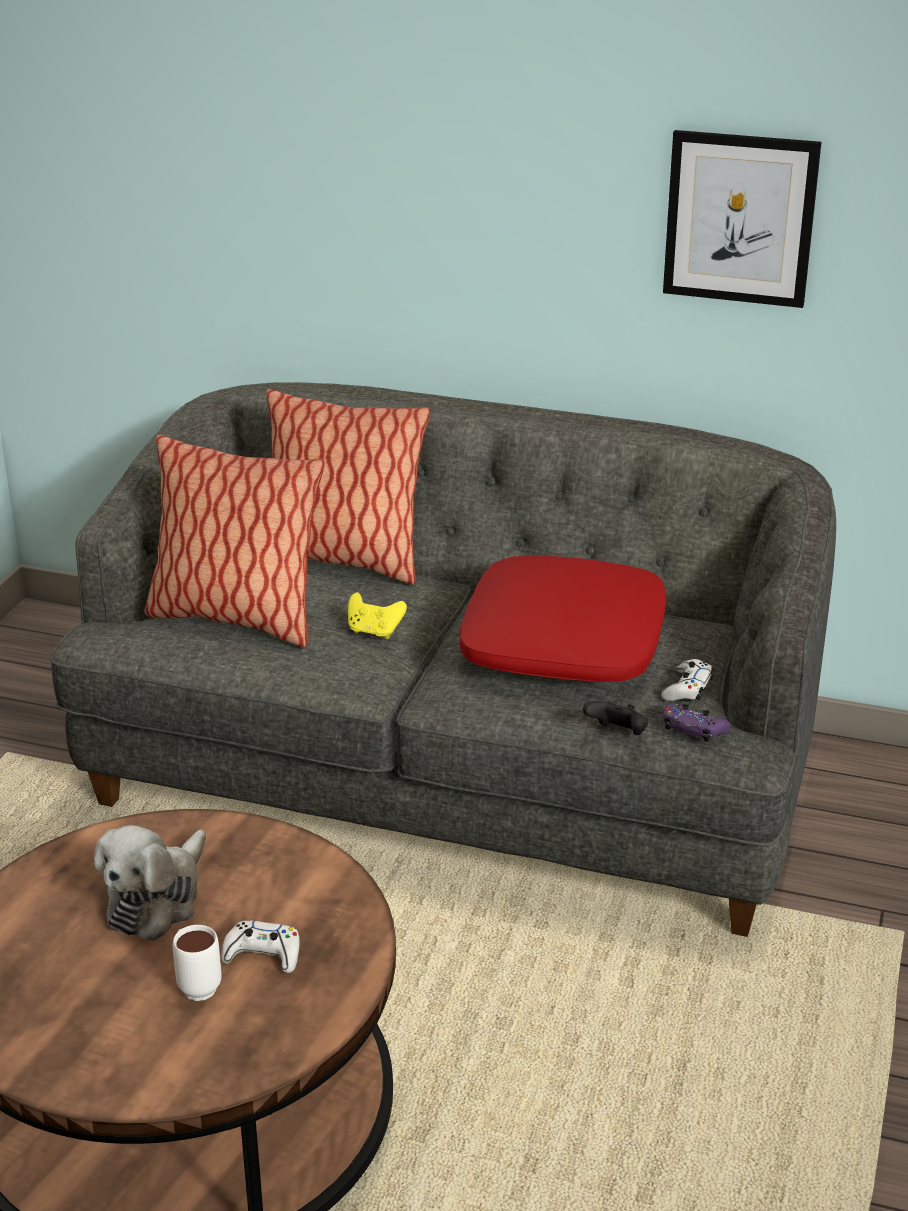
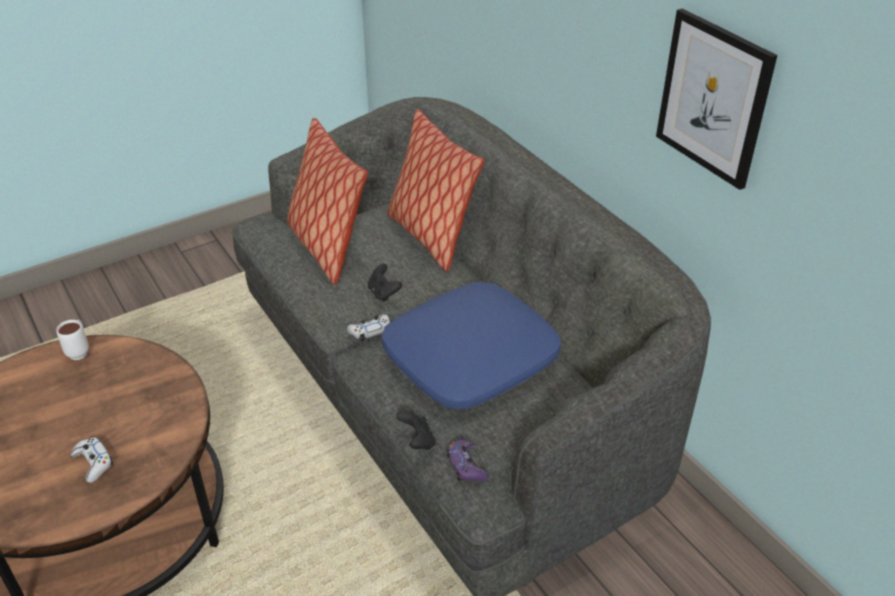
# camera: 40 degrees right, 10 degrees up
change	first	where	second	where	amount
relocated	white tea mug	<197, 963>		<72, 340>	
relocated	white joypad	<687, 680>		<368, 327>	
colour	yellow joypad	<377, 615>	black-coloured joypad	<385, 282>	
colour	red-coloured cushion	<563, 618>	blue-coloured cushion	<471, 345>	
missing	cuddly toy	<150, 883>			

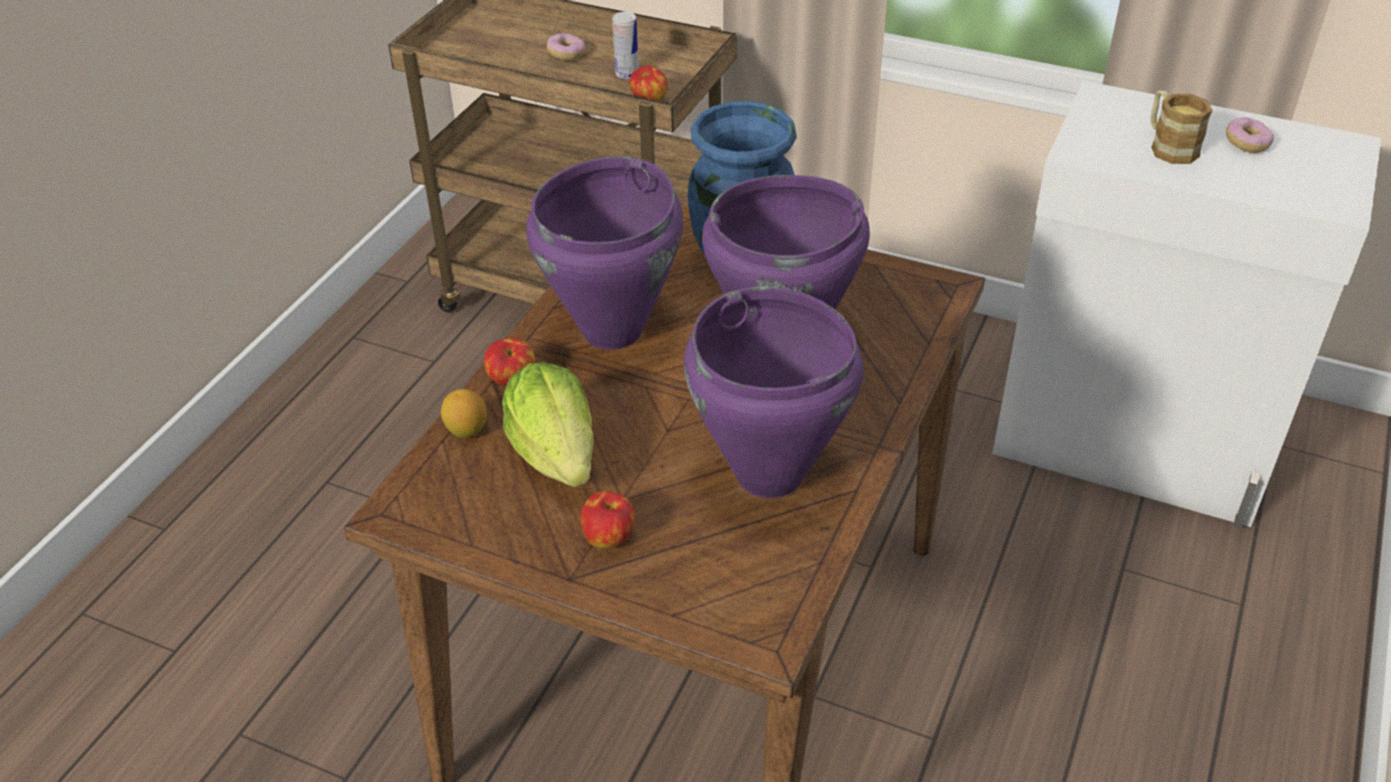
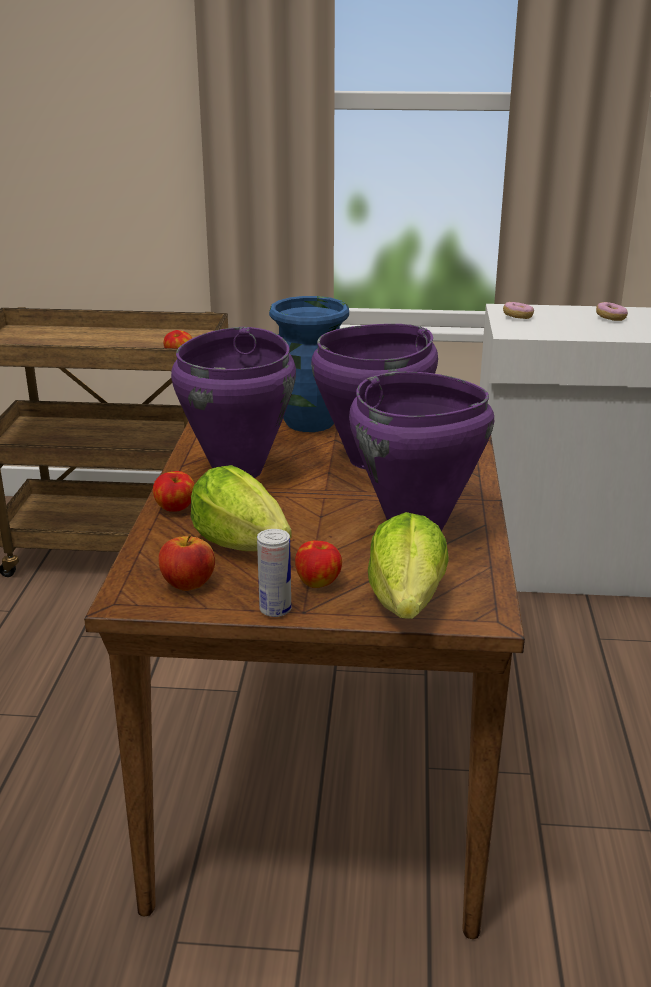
# camera: 20 degrees left, 15 degrees down
change	first	where	second	where	amount
appeared			apple	<186, 562>	
relocated	can	<625, 45>		<274, 573>	
appeared			lettuce head	<408, 565>	
relocated	donut	<566, 46>		<518, 310>	
missing	whole lemon	<464, 413>			
missing	tea mug	<1181, 127>			

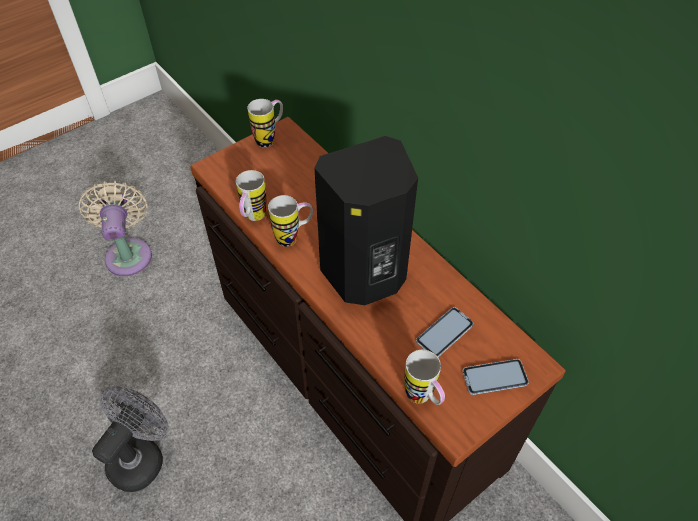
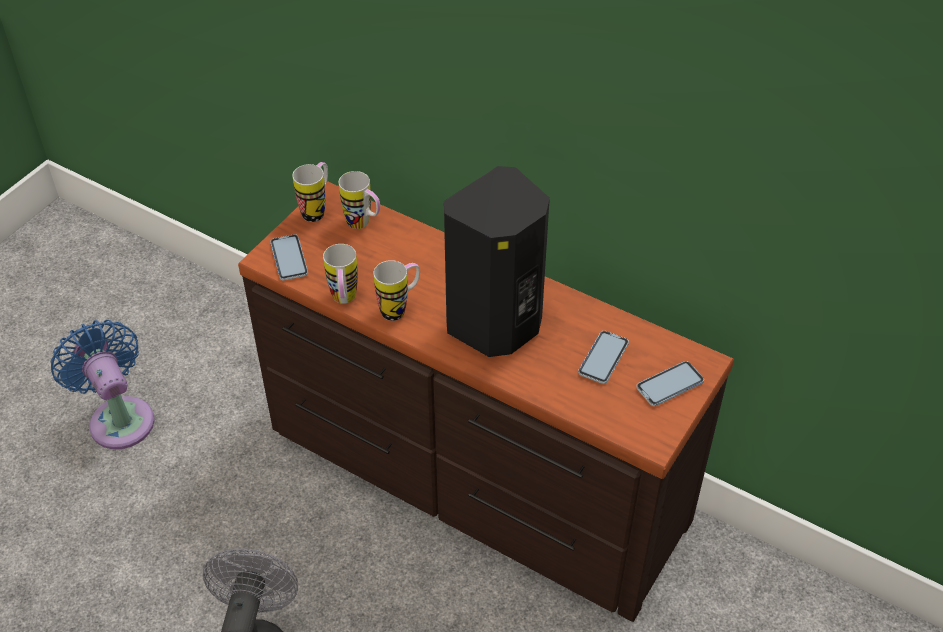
# camera: 20 degrees left, 5 degrees down
change	first	where	second	where	amount
colour	sand-coloured electric fan	<115, 228>	blue-coloured electric fan	<102, 384>	
appeared			handset	<289, 257>	
relocated	tea mug	<424, 377>		<359, 200>	

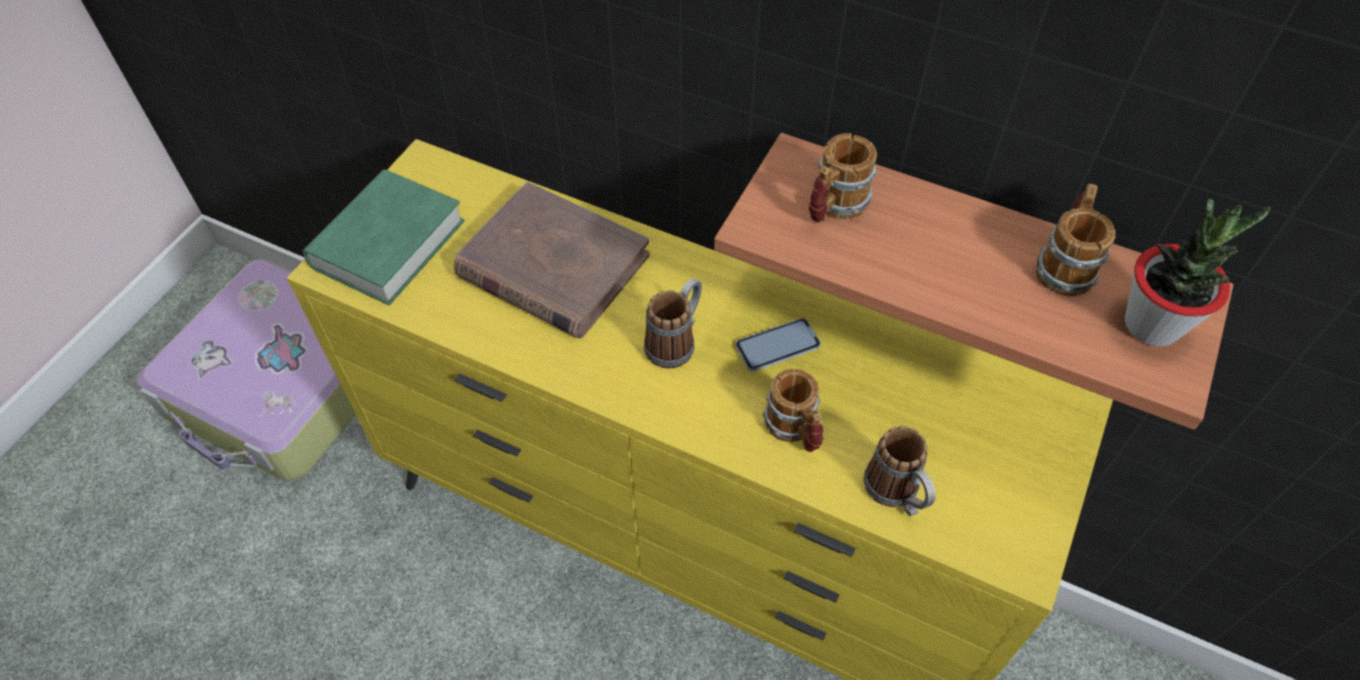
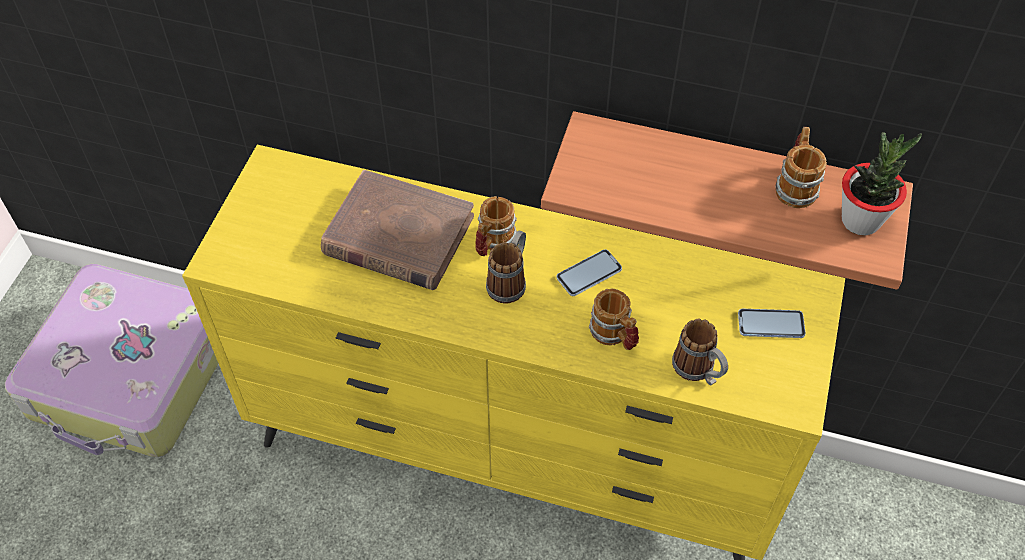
# camera: 10 degrees left, 0 degrees up
change	first	where	second	where	amount
relocated	tea mug	<843, 178>		<496, 226>	
appeared			handset	<772, 323>	
missing	green bound book	<384, 237>			

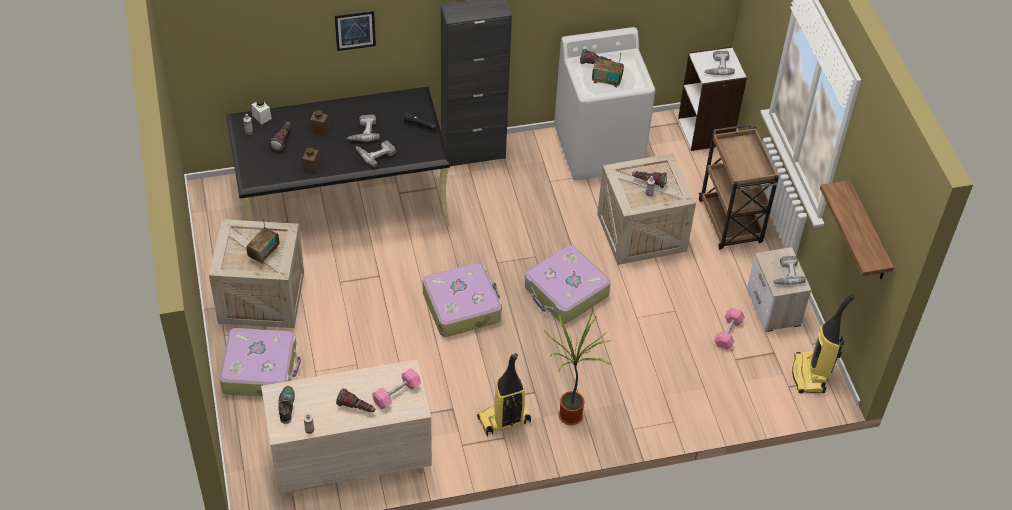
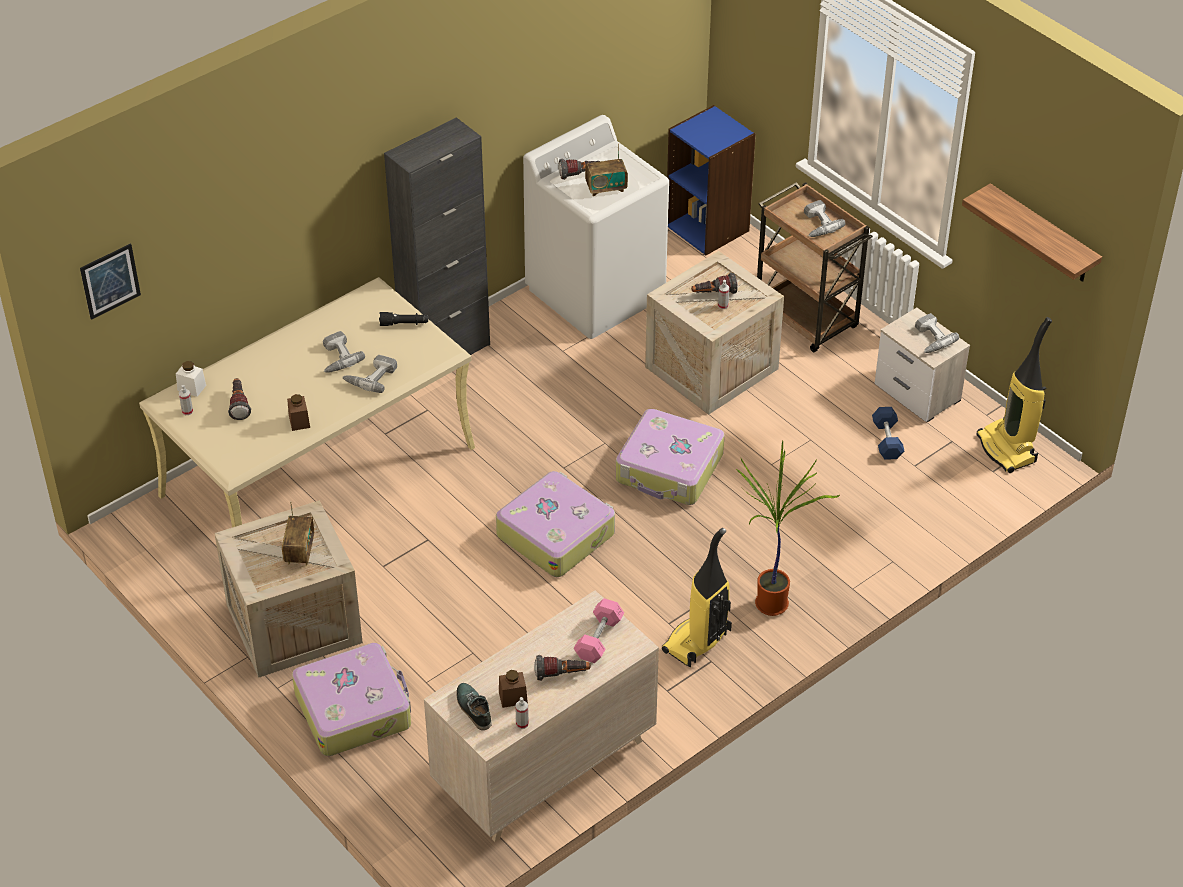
# camera: 25 degrees left, 5 degrees down
change	first	where	second	where	amount
relocated	wall picture	<355, 31>		<110, 281>	
colour	black-coloured desk unit	<338, 156>	sand-coloured desk unit	<307, 402>	
relocated	brown-coloured jar	<319, 122>		<513, 689>	
colour	white bookcase	<712, 99>	blue-coloured bookcase	<711, 180>	
relocated	drill	<719, 63>		<825, 218>	
colour	pink-coloured free weight	<729, 329>	blue-coloured free weight	<888, 433>	

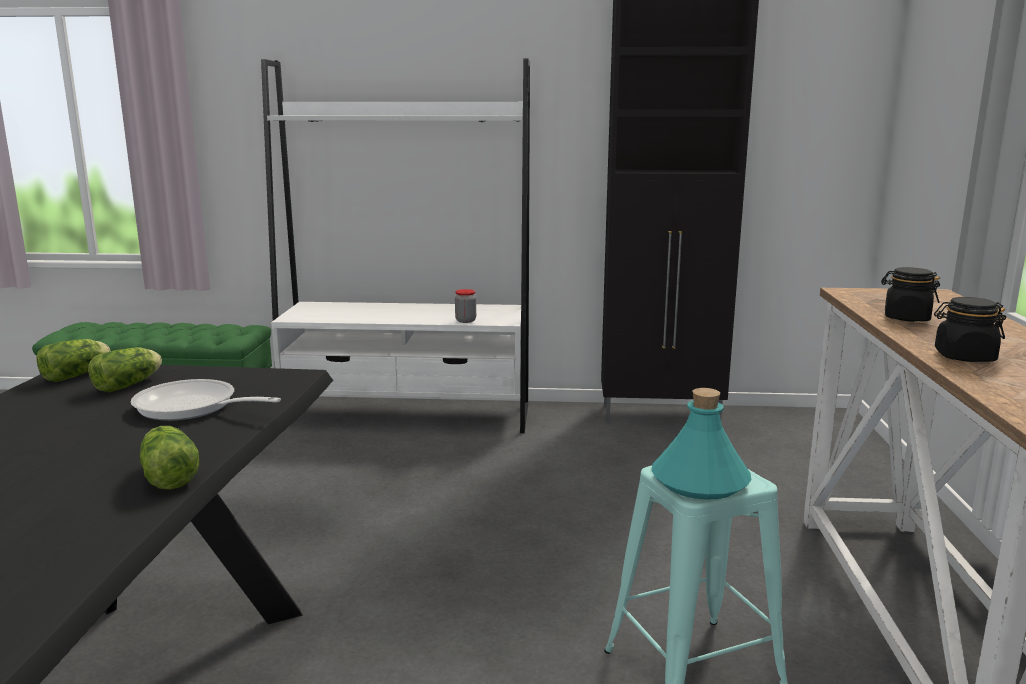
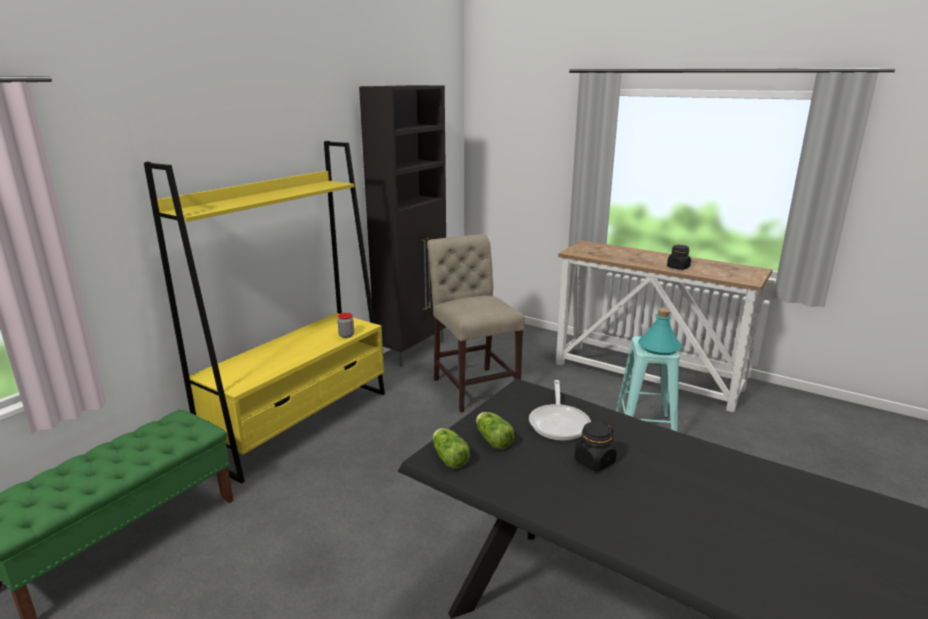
# camera: 60 degrees left, 5 degrees up
change	first	where	second	where	amount
colour	white bookcase	<395, 245>	yellow bookcase	<264, 312>	
appeared			sand-coloured chair	<476, 323>	
spun	frying pan	<206, 400>		<560, 410>	45 degrees counterclockwise
relocated	black-coloured jar	<910, 294>		<595, 446>	
missing	lettuce head	<170, 458>			

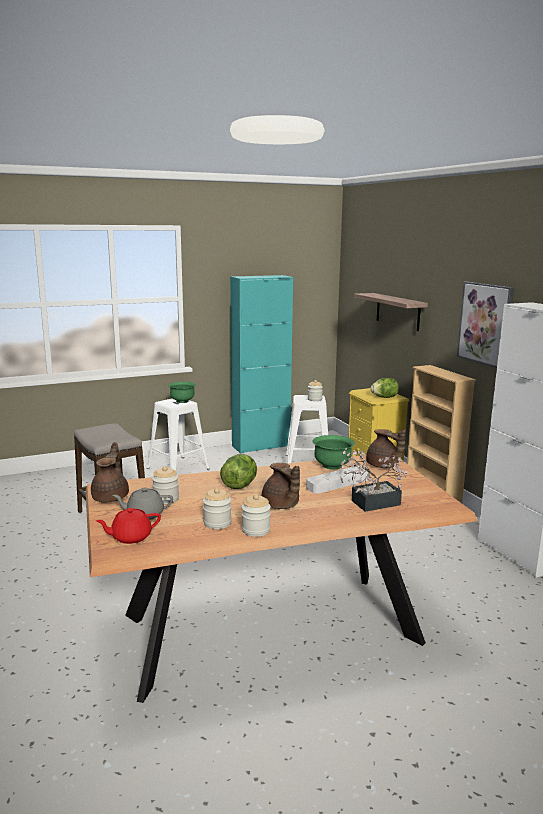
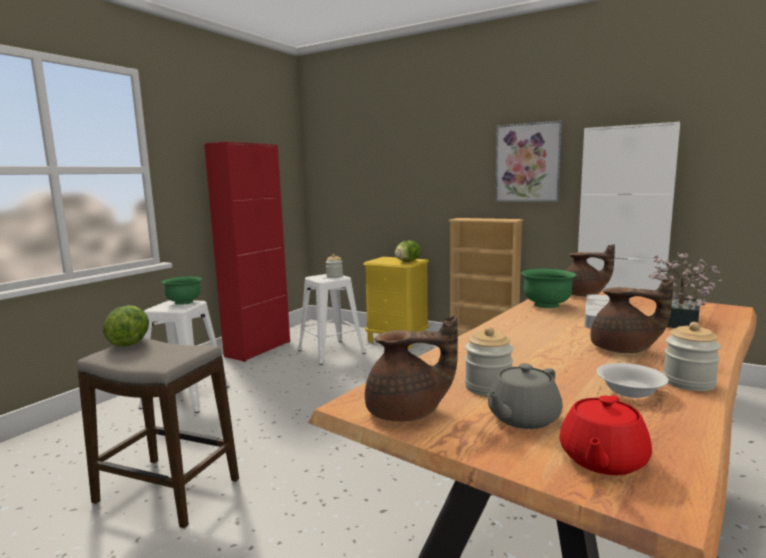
# camera: 35 degrees left, 5 degrees down
change	first	where	second	where	amount
relocated	lettuce head	<238, 471>		<126, 325>	
colour	turquoise cupboard	<261, 364>	red-coloured cupboard	<247, 252>	
spun	brown-coloured teapot	<110, 472>		<411, 368>	120 degrees clockwise
exchanged	jar	<217, 508>	white deep dish	<632, 380>	
missing	shelf	<391, 312>			

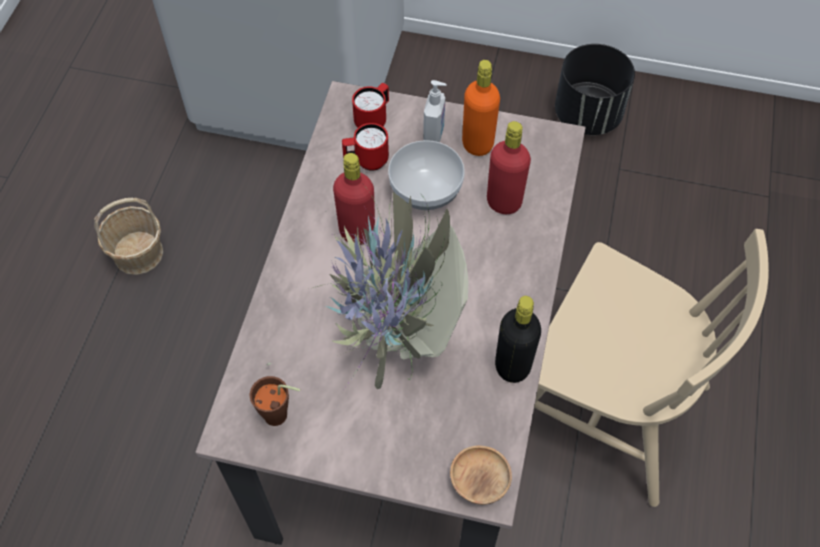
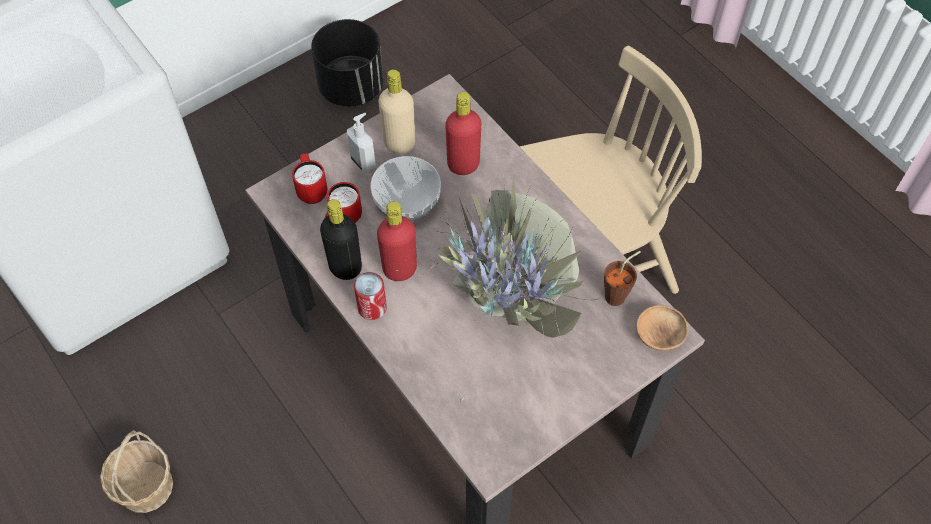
# camera: 50 degrees left, 0 degrees up
change	first	where	second	where	amount
relocated	black-coloured drink bottle	<518, 339>		<341, 239>	
appeared			can	<370, 296>	
colour	orangey drink bottle	<481, 108>	sand-coloured drink bottle	<396, 112>	
relocated	brown-coloured cup	<274, 401>		<622, 278>	

